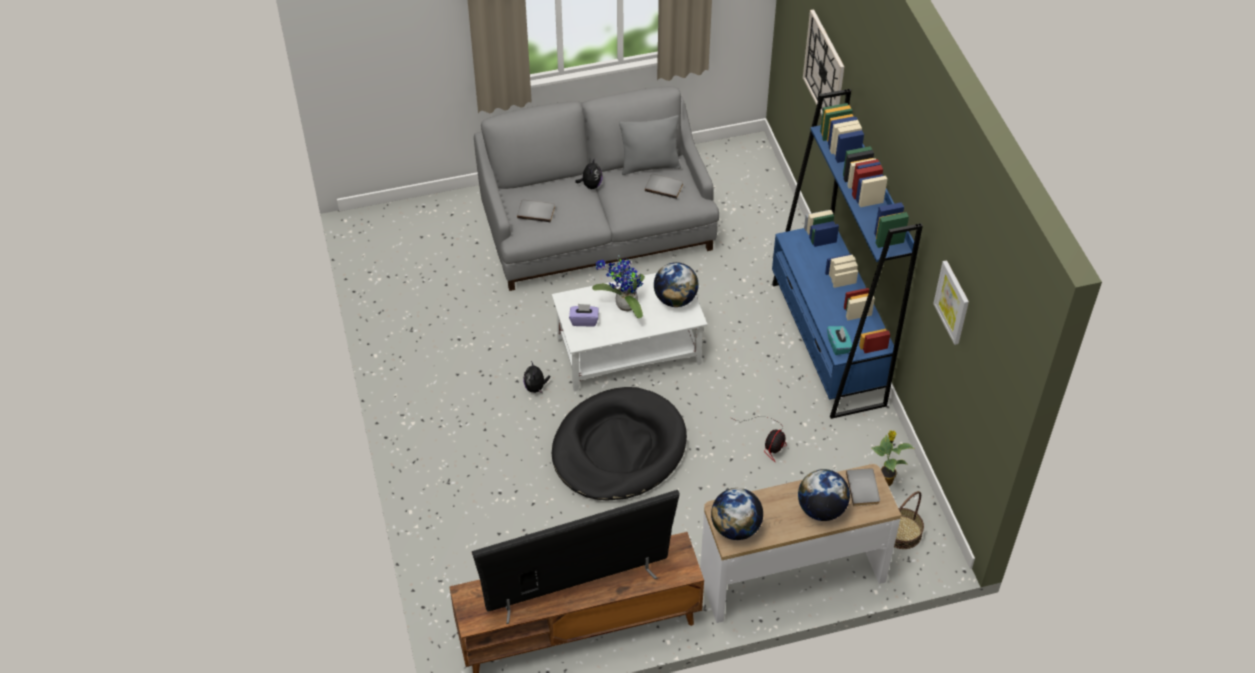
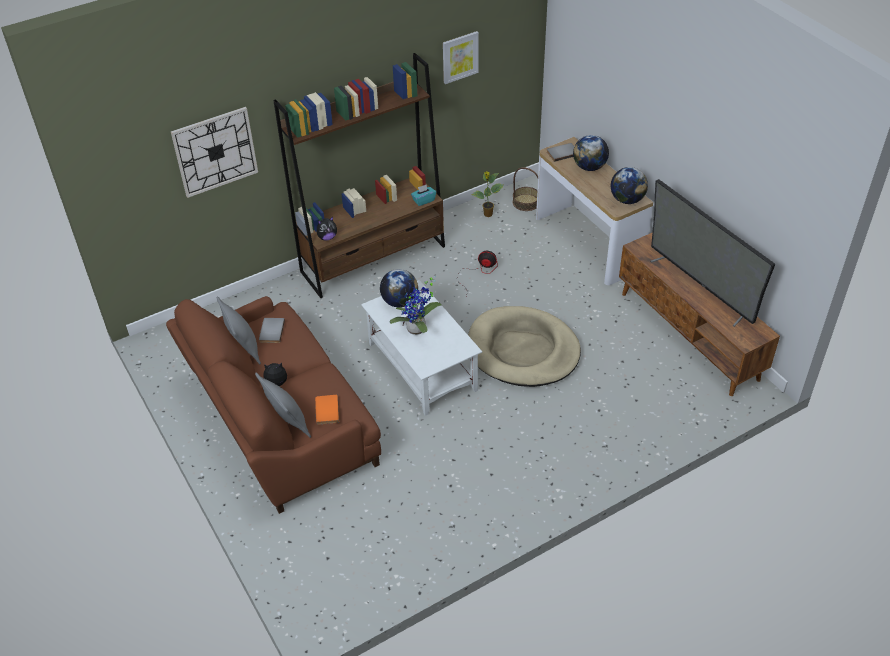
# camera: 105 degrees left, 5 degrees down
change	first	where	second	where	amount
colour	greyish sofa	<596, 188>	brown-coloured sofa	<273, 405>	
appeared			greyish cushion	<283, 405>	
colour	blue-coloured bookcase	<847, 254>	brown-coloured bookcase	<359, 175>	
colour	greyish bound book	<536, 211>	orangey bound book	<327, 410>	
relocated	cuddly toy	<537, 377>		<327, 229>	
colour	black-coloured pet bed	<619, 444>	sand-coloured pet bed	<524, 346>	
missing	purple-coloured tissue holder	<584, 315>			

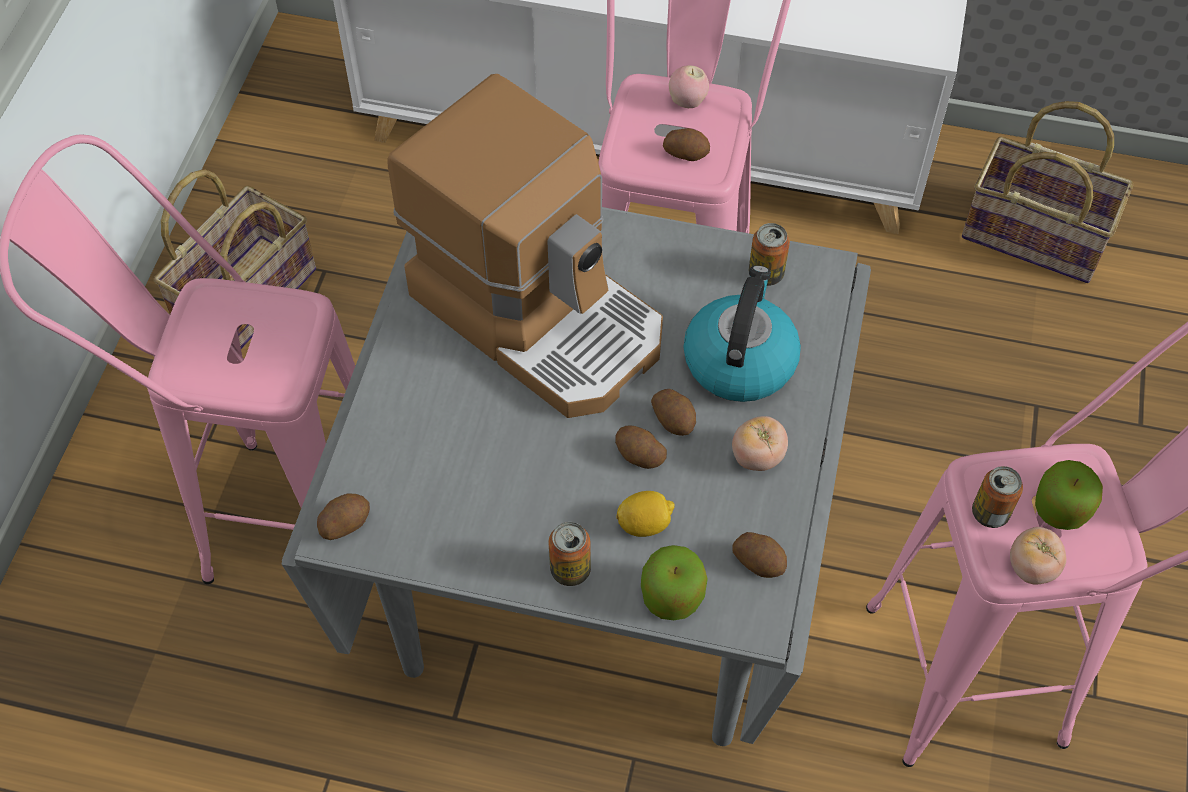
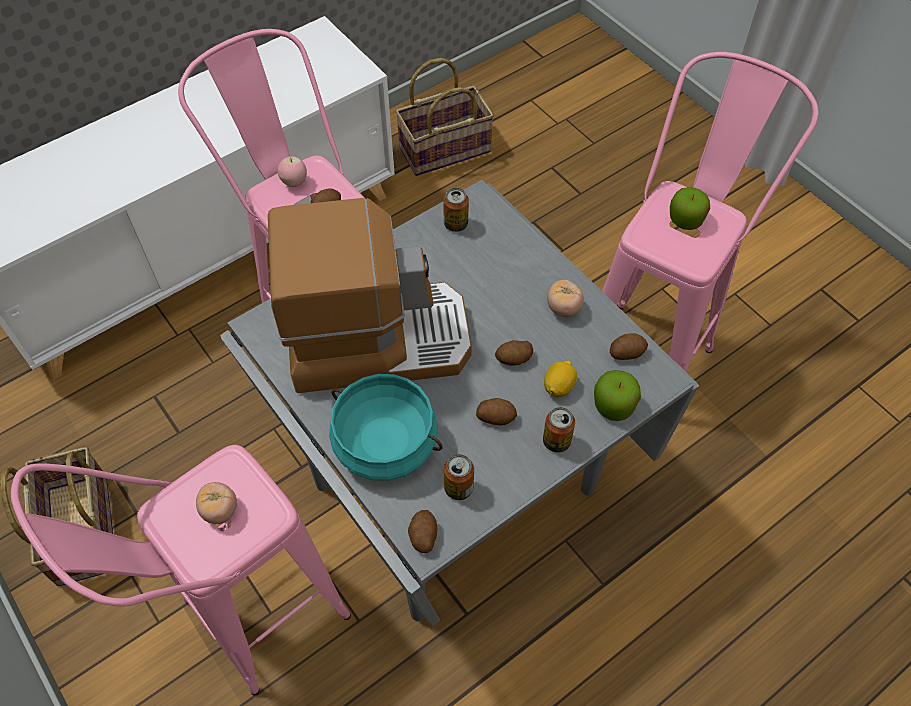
# camera: 50 degrees left, 0 degrees up
change	first	where	second	where	amount
relocated	whole tomato	<1038, 556>		<216, 503>	
appeared			turquoise stockpot	<386, 427>	
relocated	can	<997, 497>		<459, 477>	
relocated	spud	<673, 412>		<496, 411>	
missing	water kettle	<742, 333>			

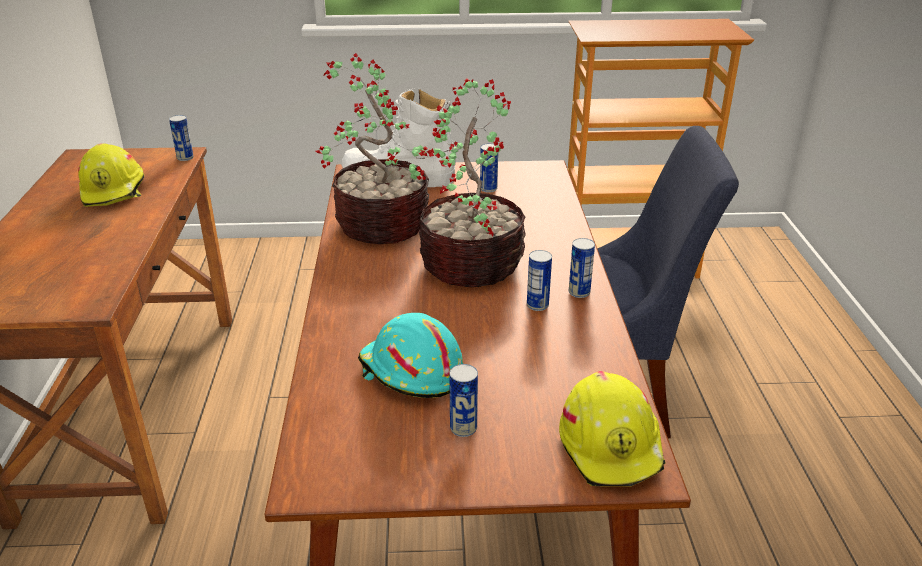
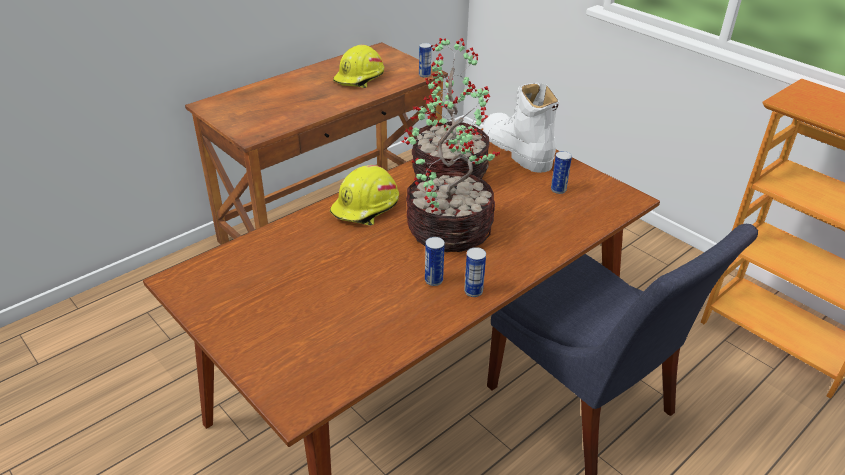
# camera: 50 degrees right, 5 degrees up
change	first	where	second	where	amount
relocated	yellow hard hat	<612, 428>		<364, 195>	
missing	turquoise hard hat	<410, 355>			
missing	can	<463, 400>			

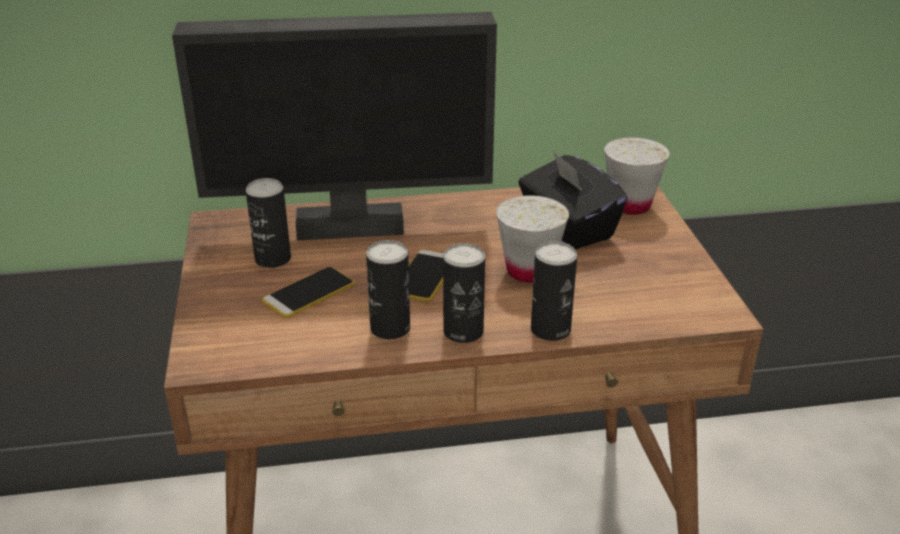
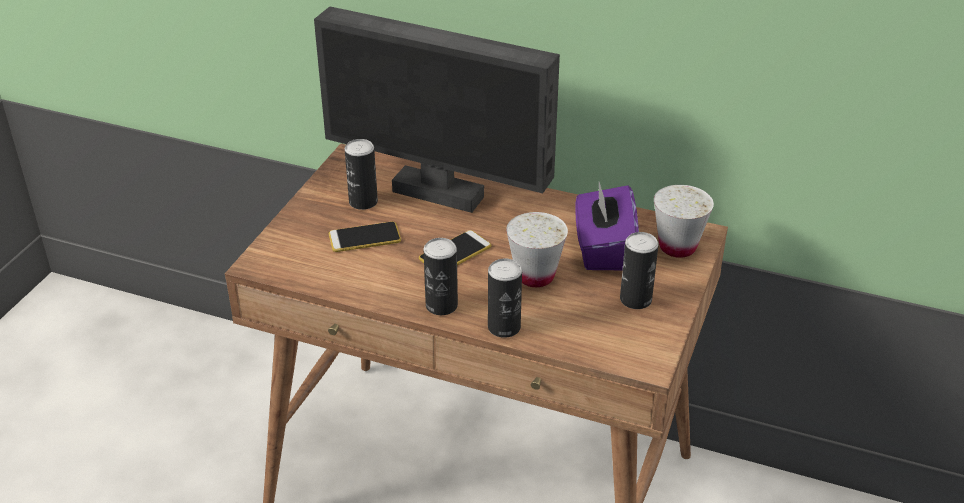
# camera: 30 degrees right, 5 degrees up
change	first	where	second	where	amount
colour	black-coloured tissue holder	<572, 200>	purple-coloured tissue holder	<607, 226>	
relocated	can	<388, 289>		<639, 270>	

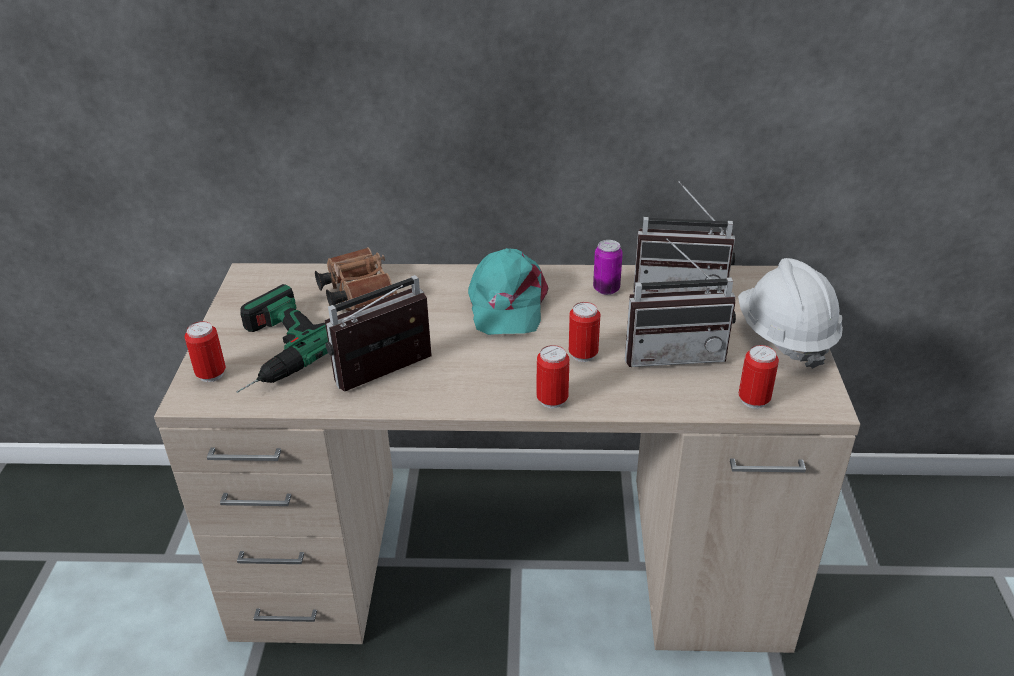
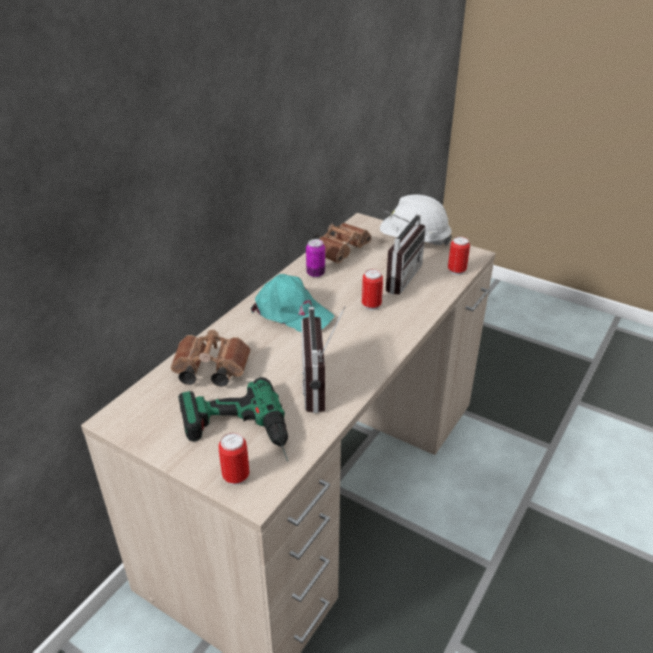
# camera: 60 degrees left, 0 degrees up
change	first	where	second	where	amount
exchanged	radio	<684, 237>	brown-coloured binoculars	<342, 243>	
missing	can	<553, 376>			

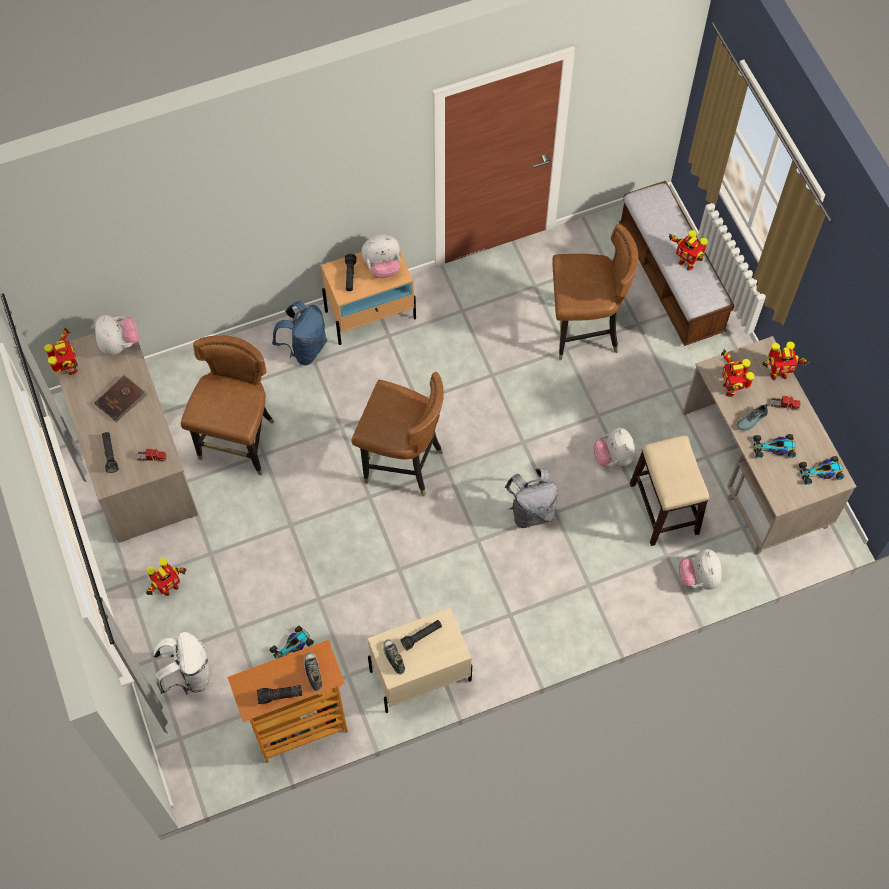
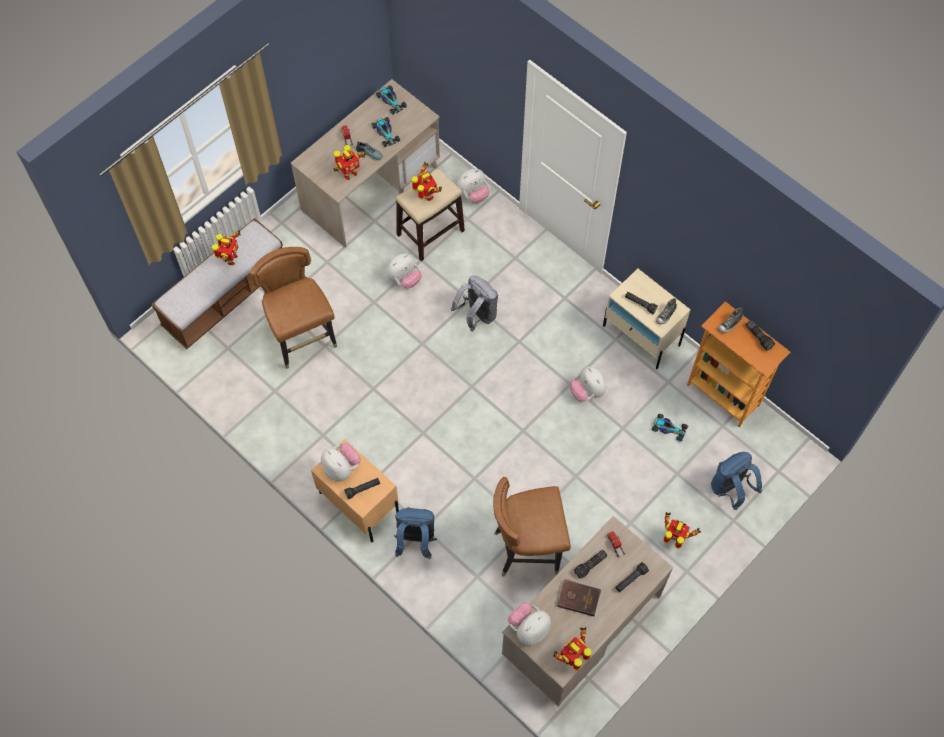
# camera: 115 degrees left, 0 degrees up
change	first	where	second	where	amount
relocated	model robot	<785, 361>		<426, 181>	
appeared			cuddly toy	<588, 383>	
appeared			flashlight	<590, 564>	
colour	white rucksack	<181, 663>	blue-coloured rucksack	<736, 481>	
missing	brown-coloured chair	<397, 434>			

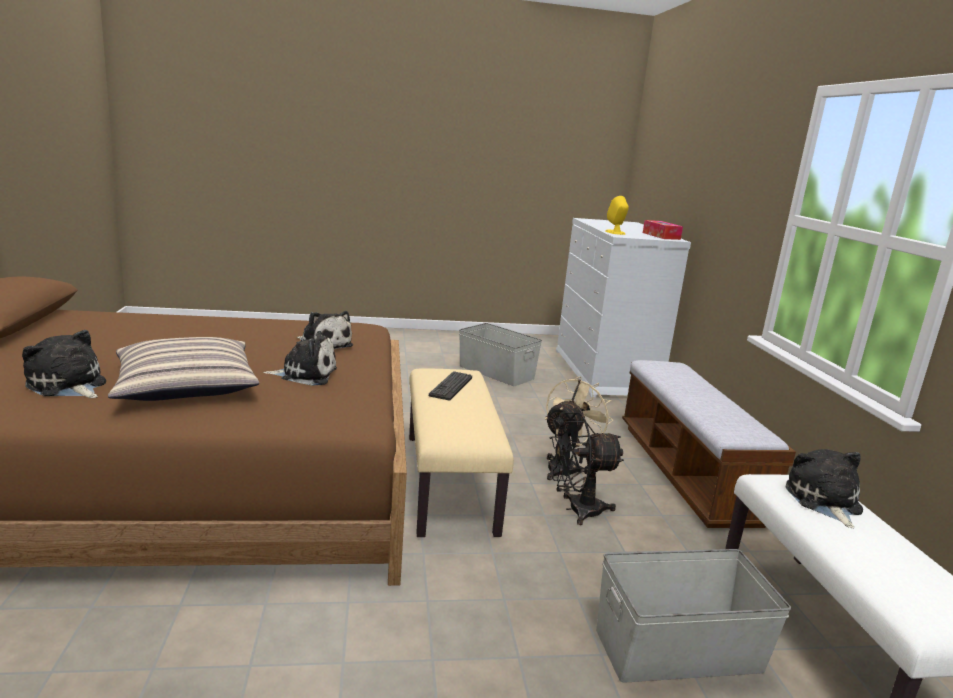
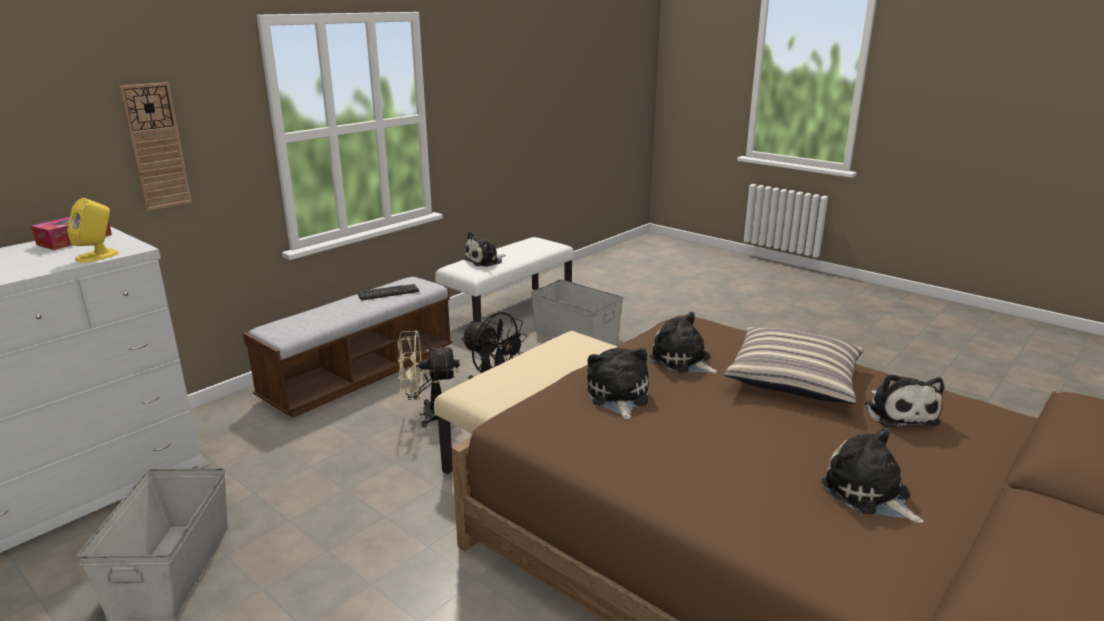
# camera: 130 degrees left, 5 degrees up
change	first	where	second	where	amount
appeared			wall clock	<155, 146>	
relocated	PC keyboard	<450, 385>		<388, 292>	
appeared			cuddly toy	<872, 475>	

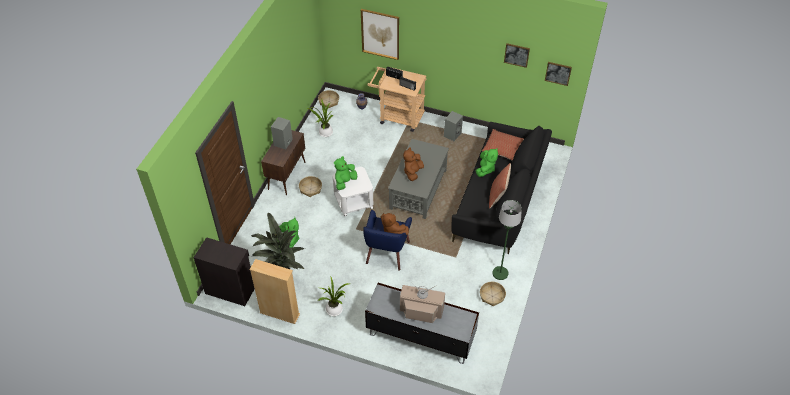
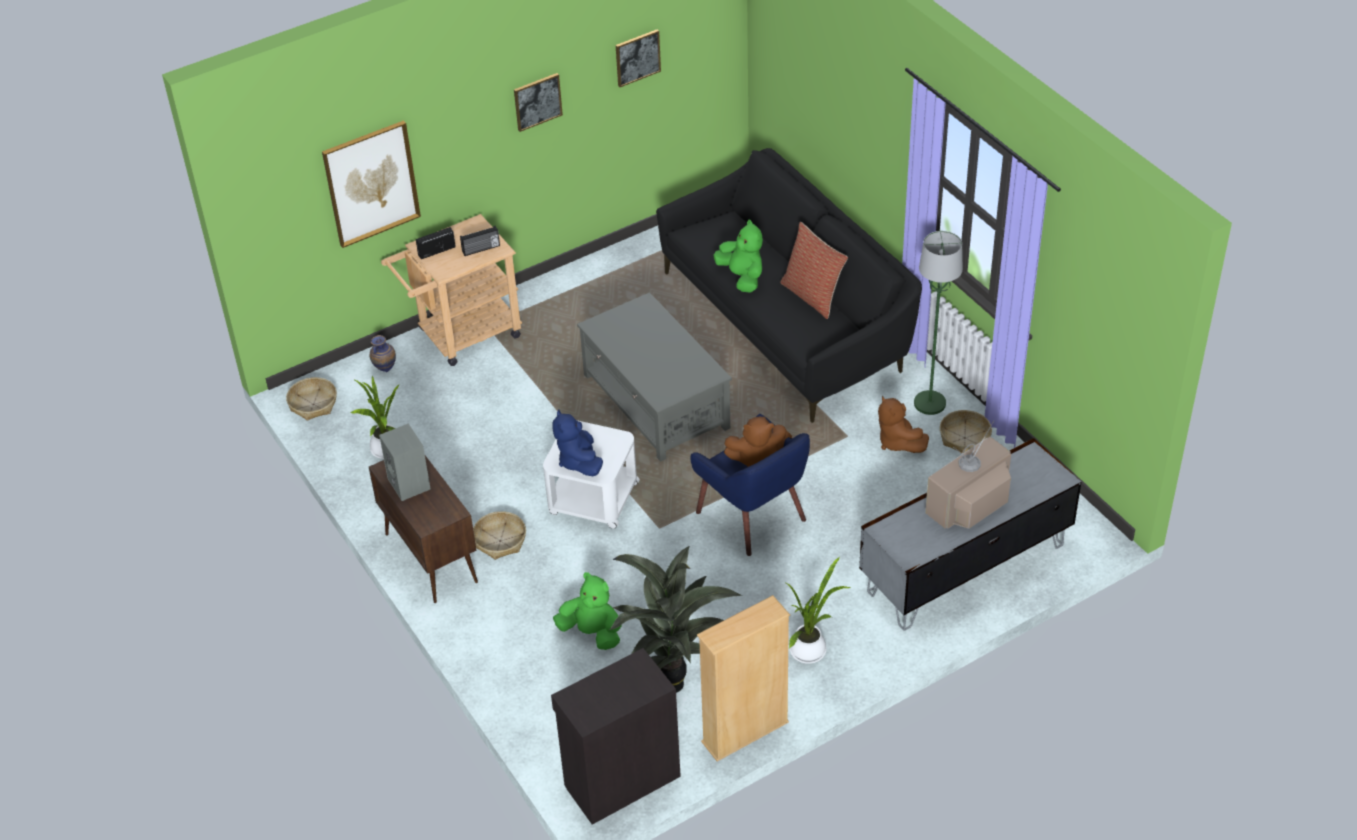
# camera: 50 degrees left, 5 degrees down
change	first	where	second	where	amount
relocated	wall picture	<558, 74>		<538, 102>	
colour	green cuddly toy	<345, 173>	blue-coloured cuddly toy	<577, 443>	
relocated	brown-coloured cuddly toy	<413, 164>		<903, 424>	
missing	greyish loudspeaker	<453, 126>			
missing	cushion	<503, 145>			

